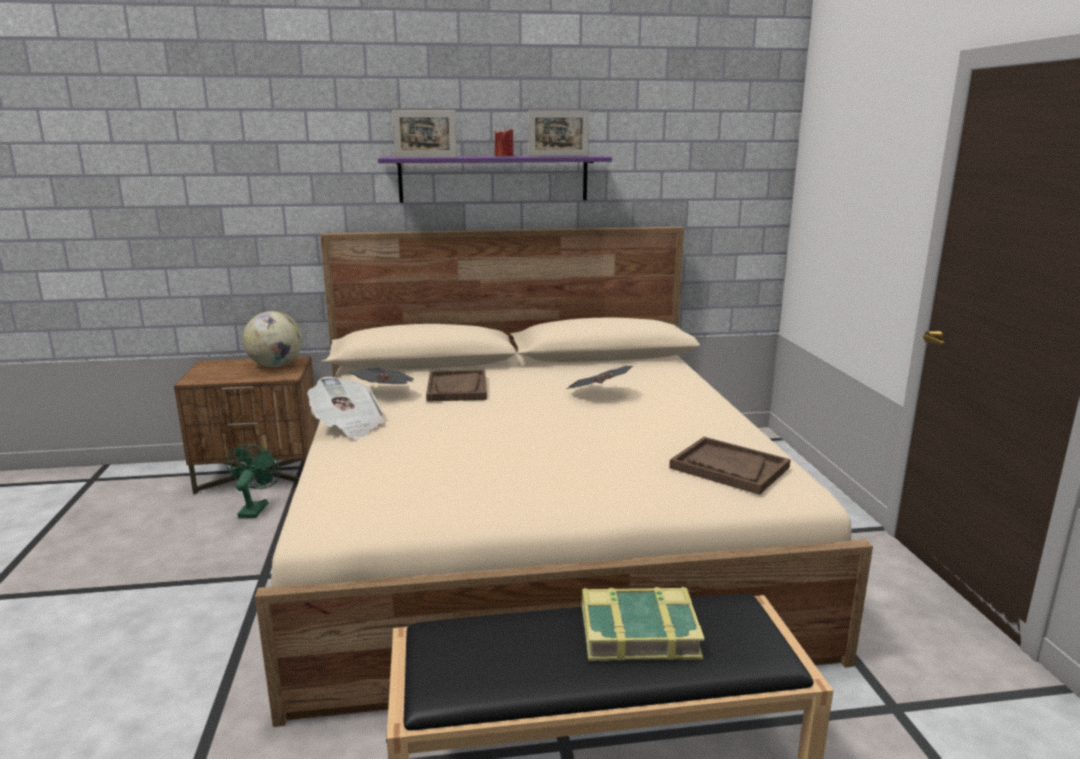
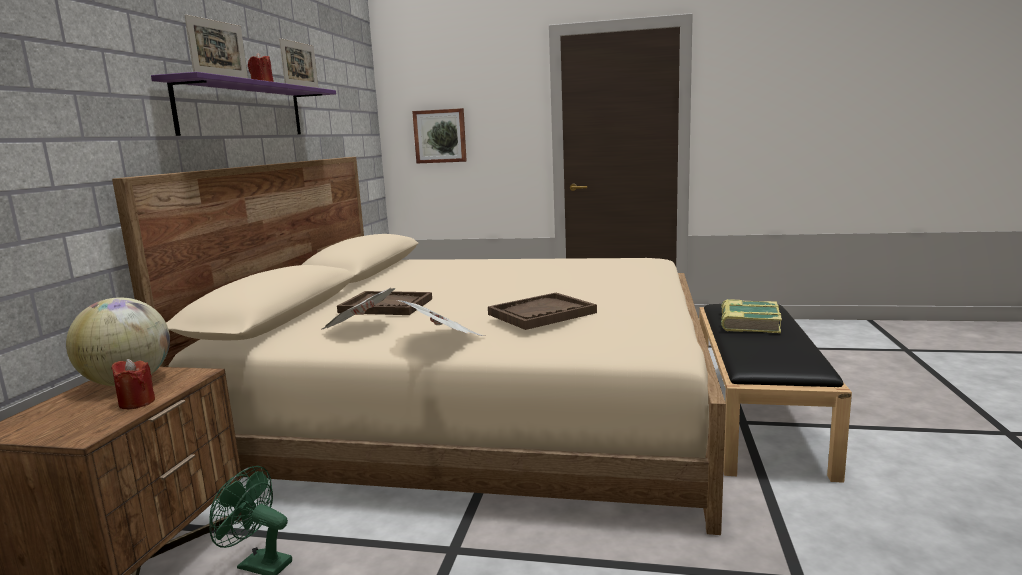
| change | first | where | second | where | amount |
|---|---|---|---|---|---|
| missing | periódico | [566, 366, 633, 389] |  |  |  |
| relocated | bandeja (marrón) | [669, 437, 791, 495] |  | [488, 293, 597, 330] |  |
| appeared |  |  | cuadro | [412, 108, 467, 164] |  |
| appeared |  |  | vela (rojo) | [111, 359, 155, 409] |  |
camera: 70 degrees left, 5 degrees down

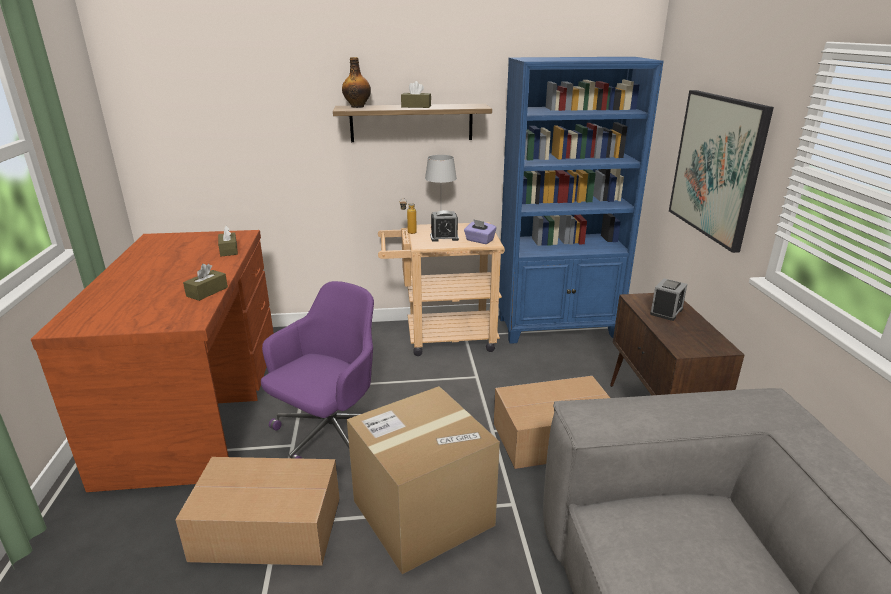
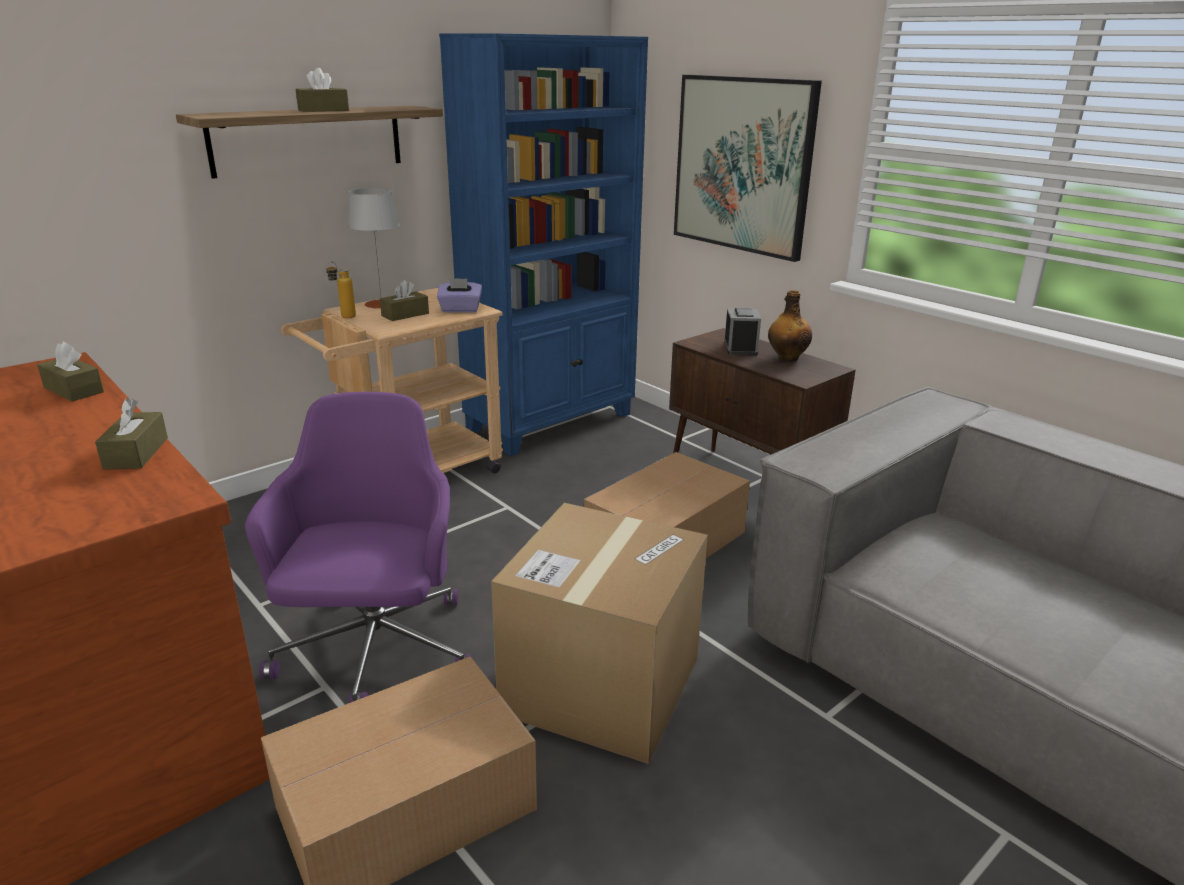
| change | first | where | second | where | amount |
|---|---|---|---|---|---|
| relocated | botella | [342, 57, 371, 108] |  | [768, 290, 812, 362] |  |
| exchanged | despertador | [430, 210, 459, 242] | caja de pañuelos (marrón) | [380, 280, 429, 321] |  |
camera: 35 degrees left, 0 degrees up

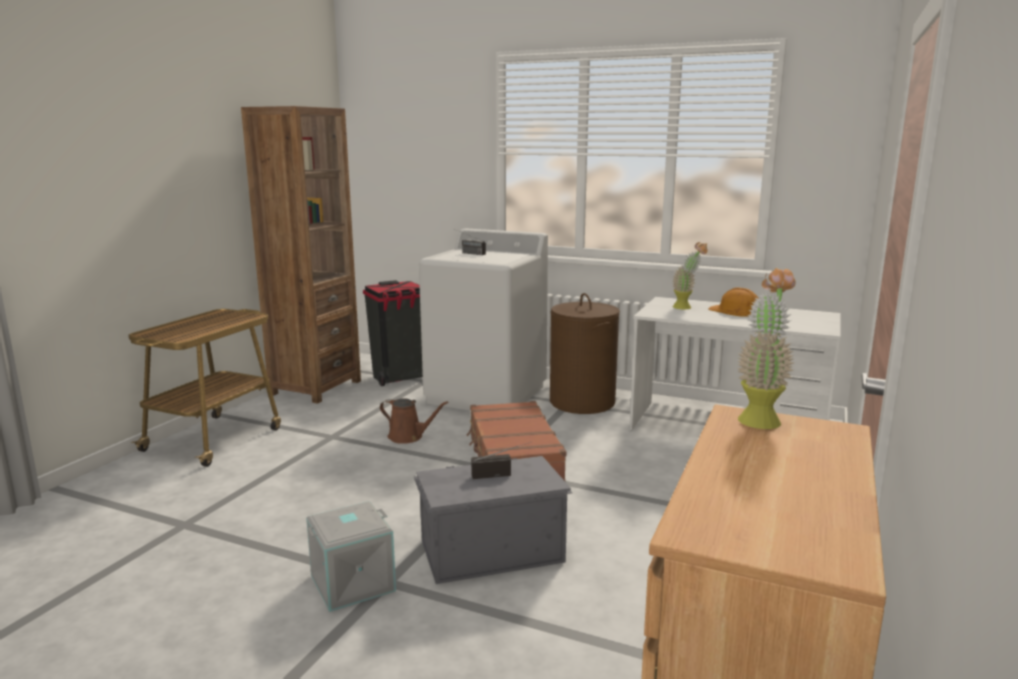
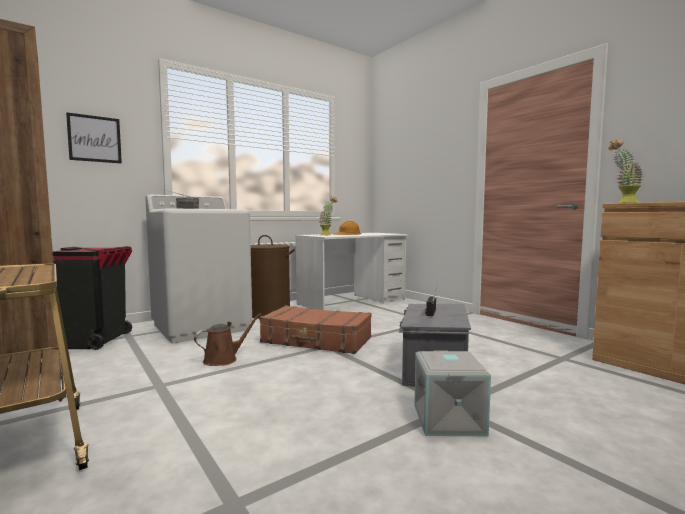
| change | first | where | second | where | amount |
|---|---|---|---|---|---|
| appeared |  |  | cuadro | [66, 112, 122, 164] |  |
camera: 60 degrees left, 10 degrees down

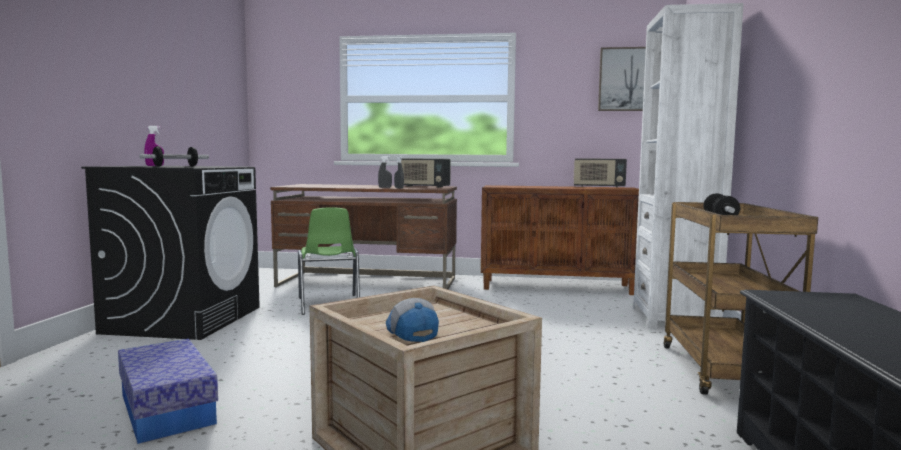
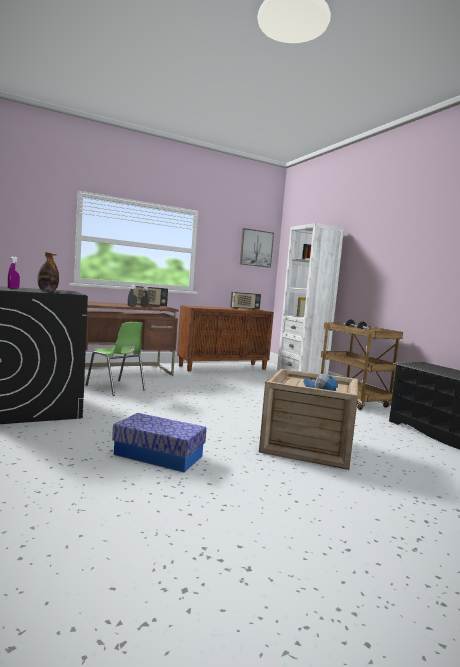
| change | first | where | second | where | amount |
|---|---|---|---|---|---|
| exchanged | mancuerna | [139, 146, 209, 167] | botella | [37, 252, 59, 292] |  |
camera: 35 degrees left, 0 degrees up

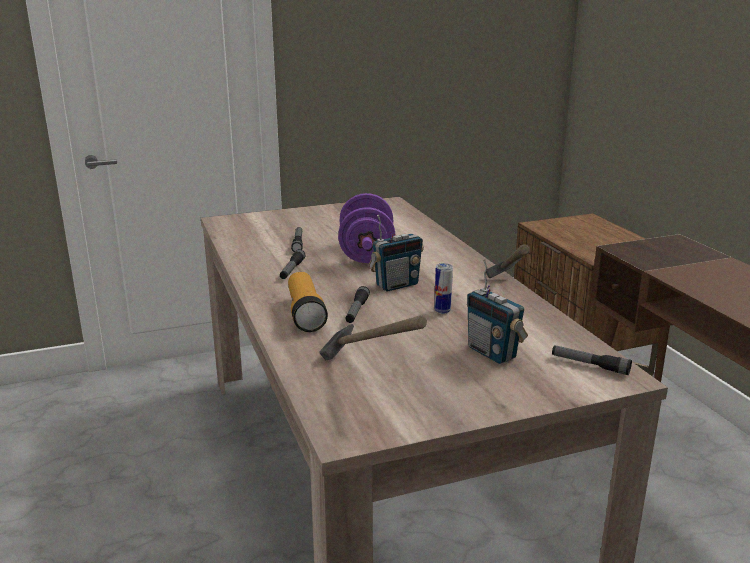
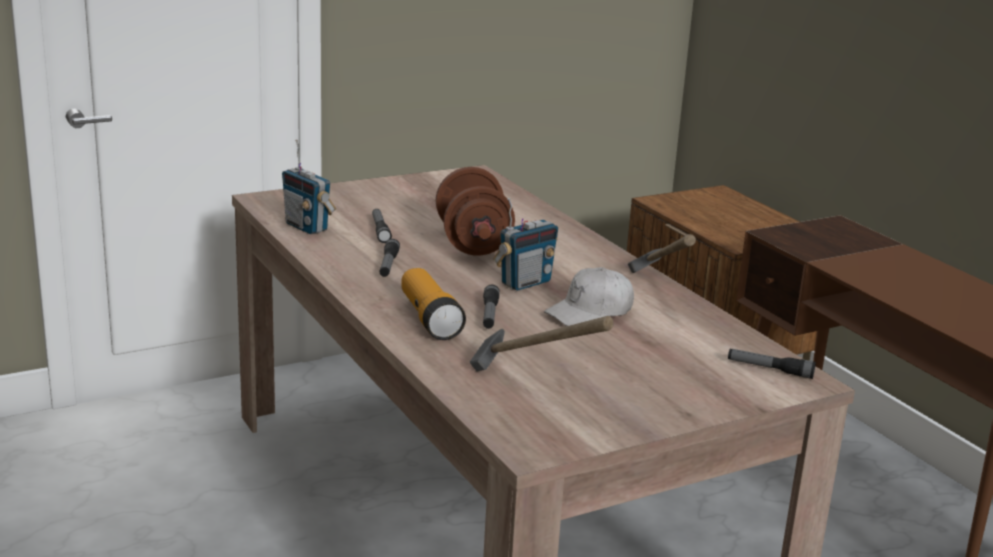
| change | first | where | second | where | amount |
|---|---|---|---|---|---|
| colour | mancuerna (morado) | [338, 193, 396, 263] | mancuerna (marrón) | [436, 167, 515, 255] |  |
| relocated | radio | [467, 259, 528, 364] |  | [282, 140, 336, 234] |  |
| exchanged | lata | [434, 263, 453, 314] | gorra (blanco) | [544, 267, 634, 326] |  |
camera: 10 degrees left, 0 degrees up

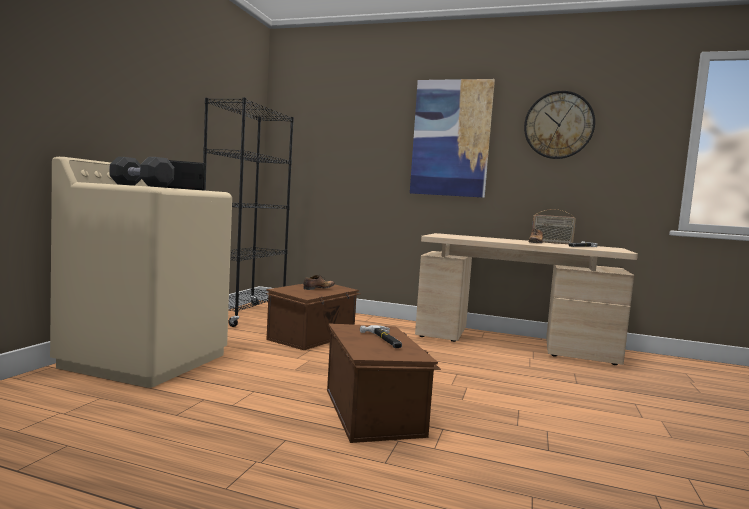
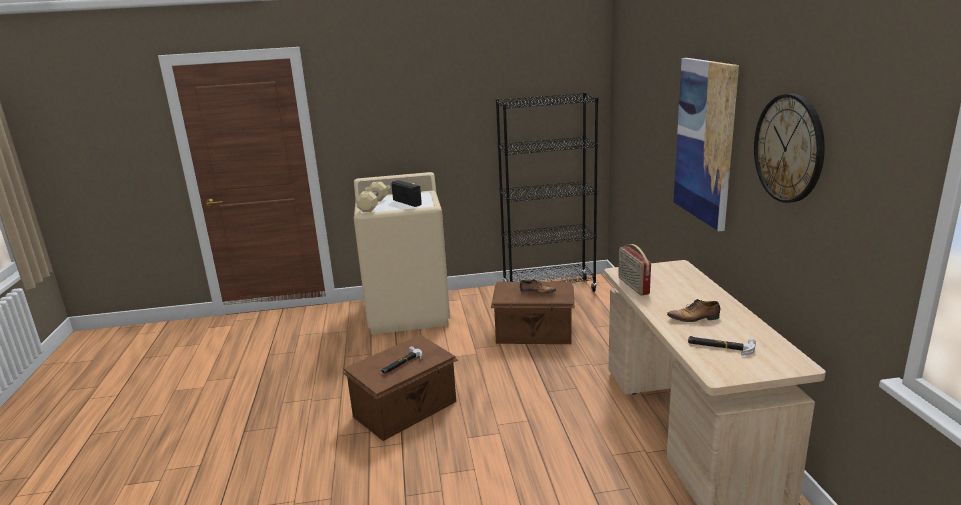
| change | first | where | second | where | amount |
|---|---|---|---|---|---|
| colour | mancuerna (negro) | [110, 157, 174, 187] | mancuerna (beis) | [356, 182, 388, 212] |  |
| relocated | radio | [532, 209, 576, 244] |  | [618, 244, 651, 295] |  |
camera: 65 degrees right, 15 degrees up

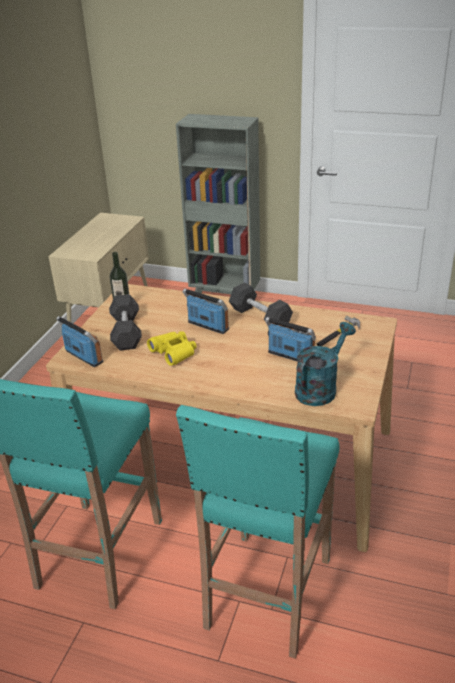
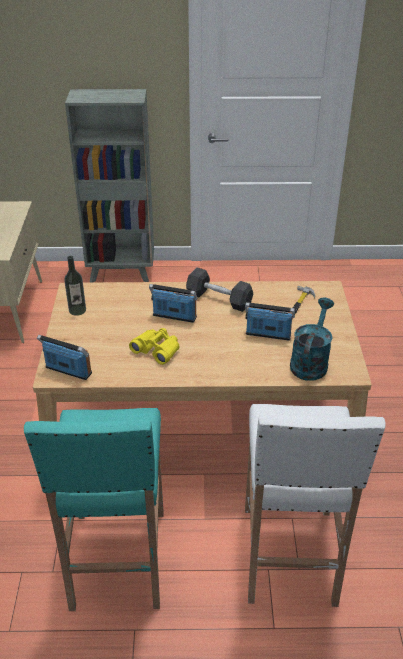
| change | first | where | second | where | amount |
|---|---|---|---|---|---|
| missing | mancuerna (gris) | [109, 294, 142, 351] |  |  |  |
| colour | taburete (turquesa) | [176, 405, 340, 659] | taburete (blanco) | [245, 404, 386, 607] |  |
camera: 20 degrees left, 5 degrees up

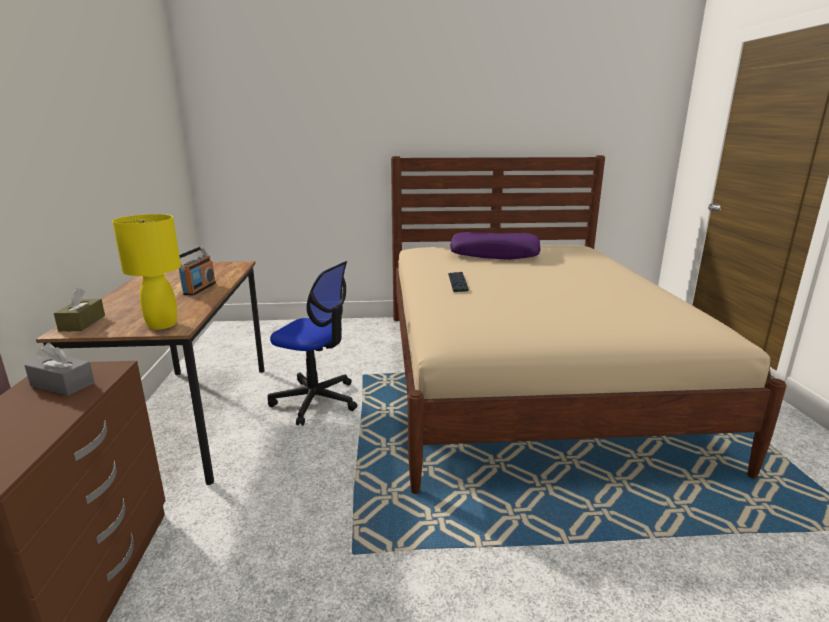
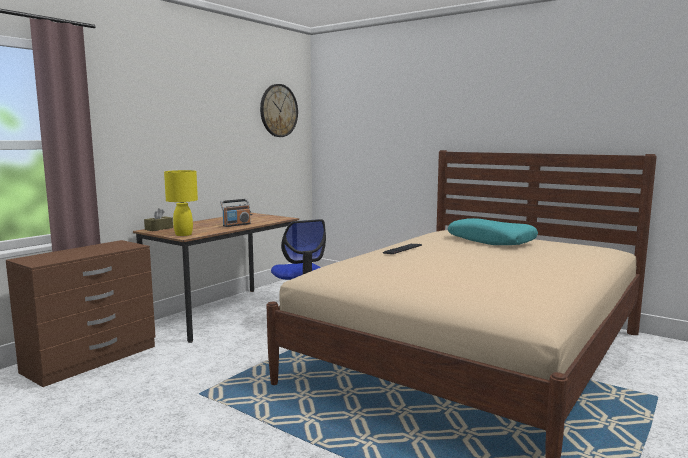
| change | first | where | second | where | amount |
|---|---|---|---|---|---|
| colour | cojín (morado) | [450, 232, 541, 260] | cojín (turquesa) | [448, 218, 538, 245] |  |
| missing | caja de pañuelos (gris) | [24, 343, 95, 396] |  |  |  |
| appeared |  |  | reloj de pared | [260, 84, 298, 137] |  |
camera: 40 degrees right, 10 degrees down

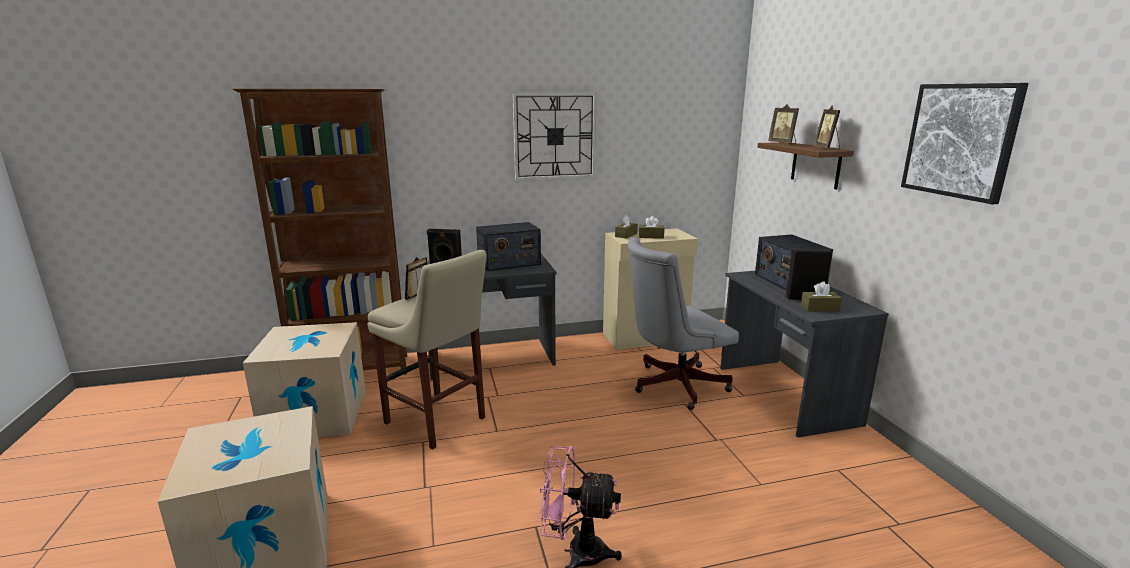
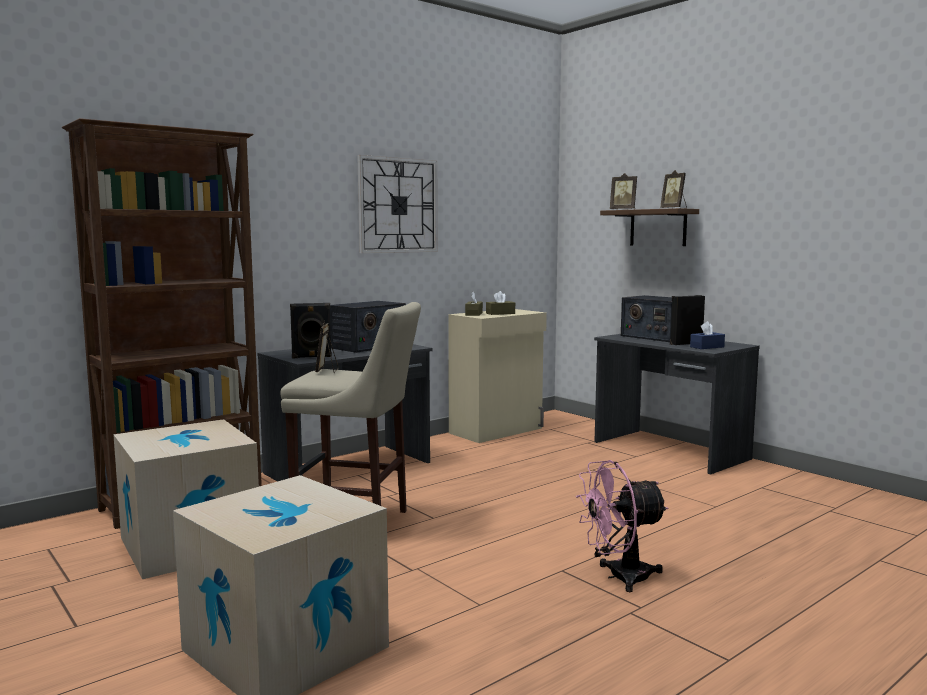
| change | first | where | second | where | amount |
|---|---|---|---|---|---|
| missing | cuadro | [901, 83, 1029, 204] |  |  |  |
| missing | silla de oficina (gris) | [628, 237, 739, 410] |  |  |  |
| colour | caja de pañuelos (marrón) | [801, 281, 842, 311] | caja de pañuelos (azul) | [690, 321, 725, 349] |  |
camera: 25 degrees left, 10 degrees down

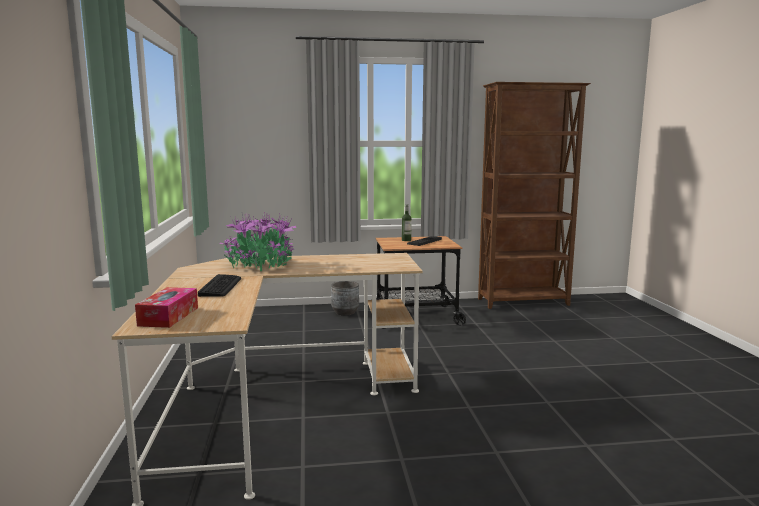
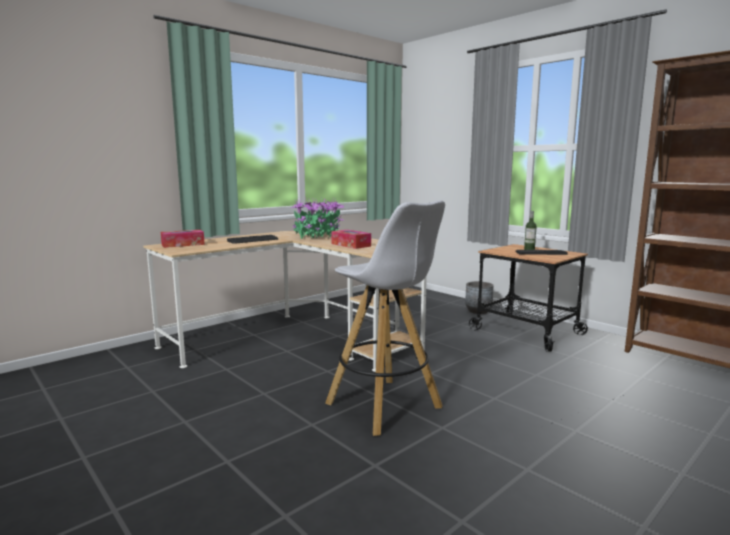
| change | first | where | second | where | amount |
|---|---|---|---|---|---|
| appeared |  |  | taburete (blanco) | [325, 200, 445, 436] |  |
| appeared |  |  | caja de pañuelos | [331, 230, 371, 249] |  |
camera: 55 degrees right, 0 degrees up

